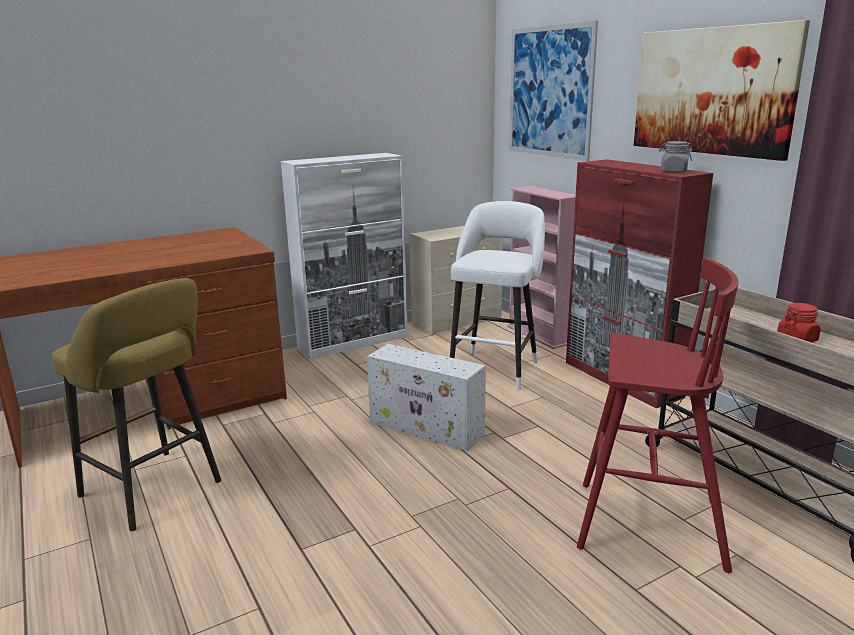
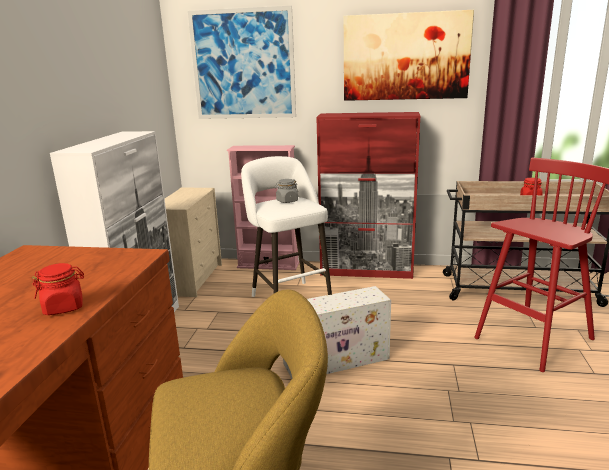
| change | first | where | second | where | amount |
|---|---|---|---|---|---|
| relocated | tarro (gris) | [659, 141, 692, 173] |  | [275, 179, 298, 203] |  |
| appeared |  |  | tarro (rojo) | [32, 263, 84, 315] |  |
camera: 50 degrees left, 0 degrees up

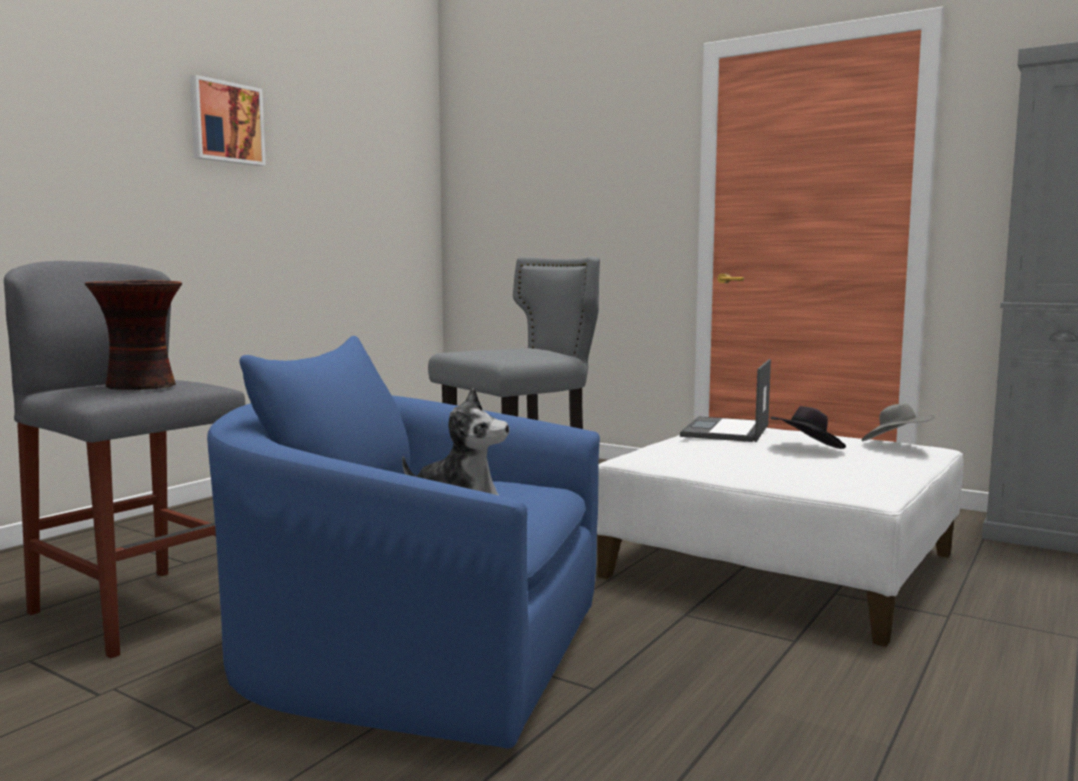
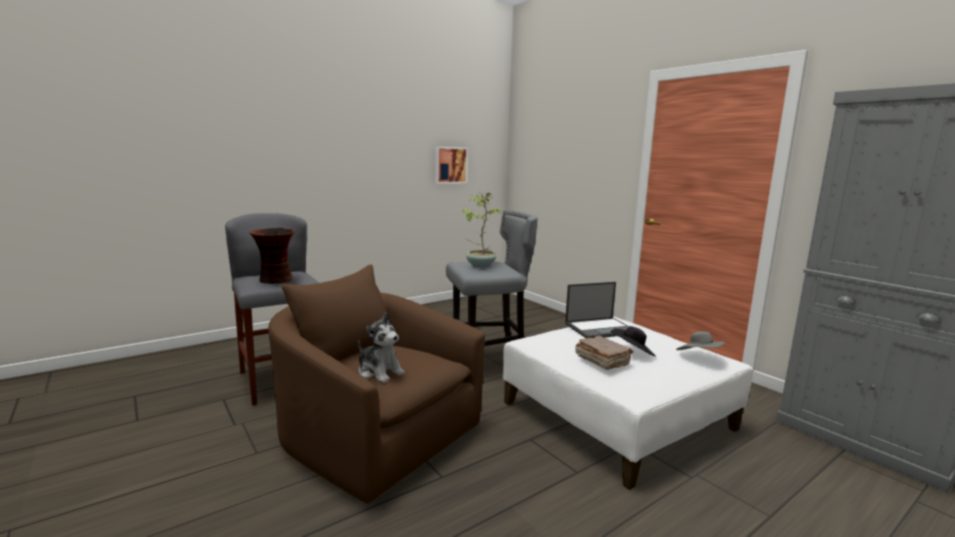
| change | first | where | second | where | amount |
|---|---|---|---|---|---|
| relocated | cuadro | [190, 75, 266, 166] |  | [435, 146, 468, 184] |  |
| colour | sillón (azul) | [207, 336, 600, 749] | sillón (marrón) | [268, 264, 485, 504] |  |
| spun | portátil | [680, 359, 771, 442] |  | [565, 282, 629, 338] | 150 degrees counterclockwise |
| appeared |  |  | planta en maceta | [463, 192, 501, 268] |  |
| appeared |  |  | libro (marrón) | [575, 336, 633, 370] |  |
camera: 20 degrees right, 5 degrees up

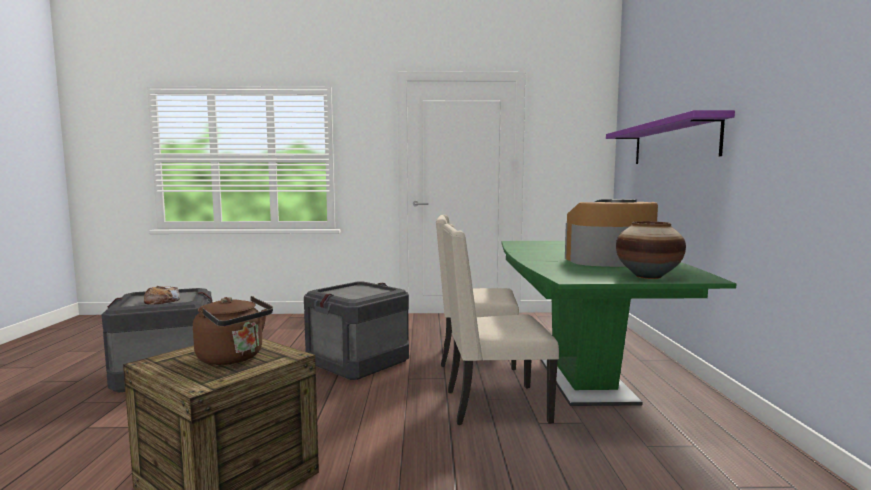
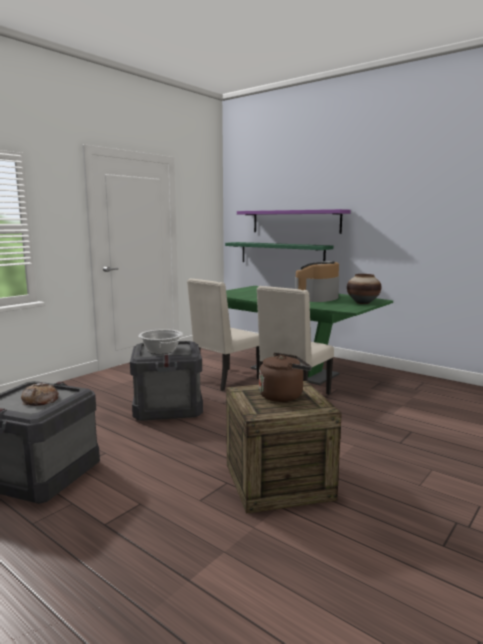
| change | first | where | second | where | amount |
|---|---|---|---|---|---|
| appeared |  |  | estante (verde) | [225, 242, 333, 262] |  |
| appeared |  |  | olla | [138, 329, 183, 354] |  |
camera: 50 degrees left, 5 degrees up

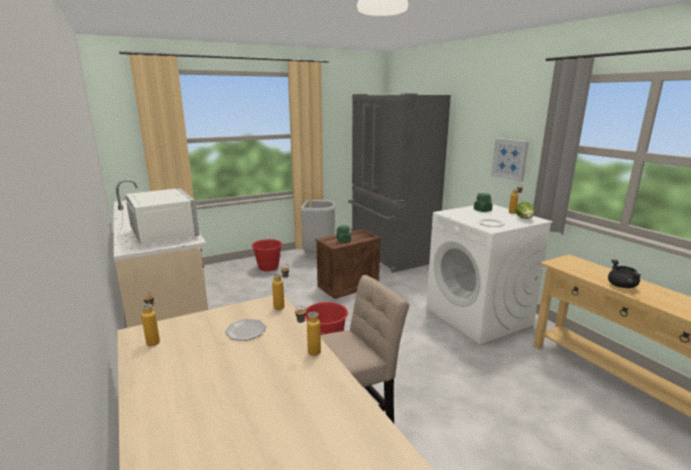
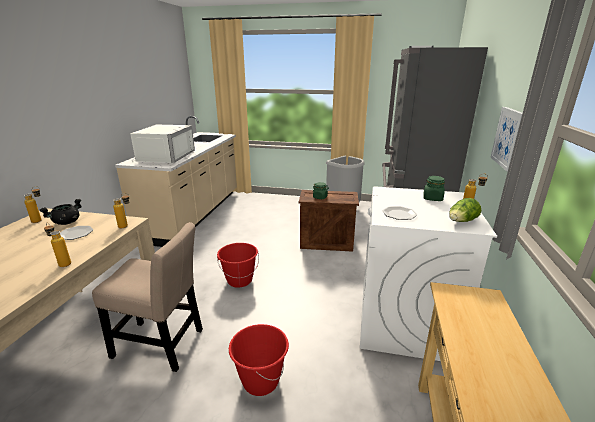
| change | first | where | second | where | amount |
|---|---|---|---|---|---|
| relocated | cubo (rojo) | [252, 239, 282, 272] |  | [229, 324, 289, 396] |  |
| relocated | olla (negro) | [608, 260, 641, 288] |  | [40, 199, 82, 225] |  |
camera: 40 degrees right, 5 degrees up

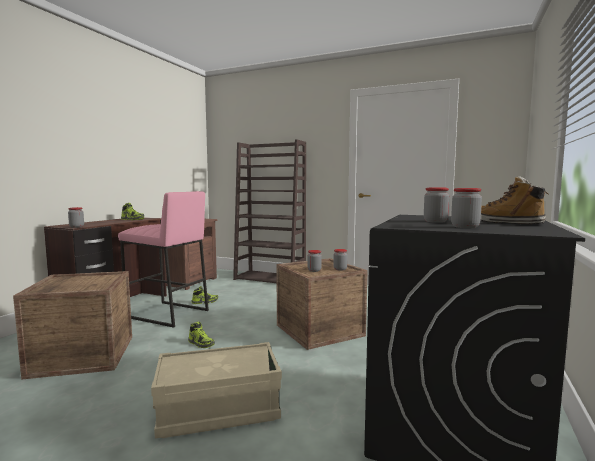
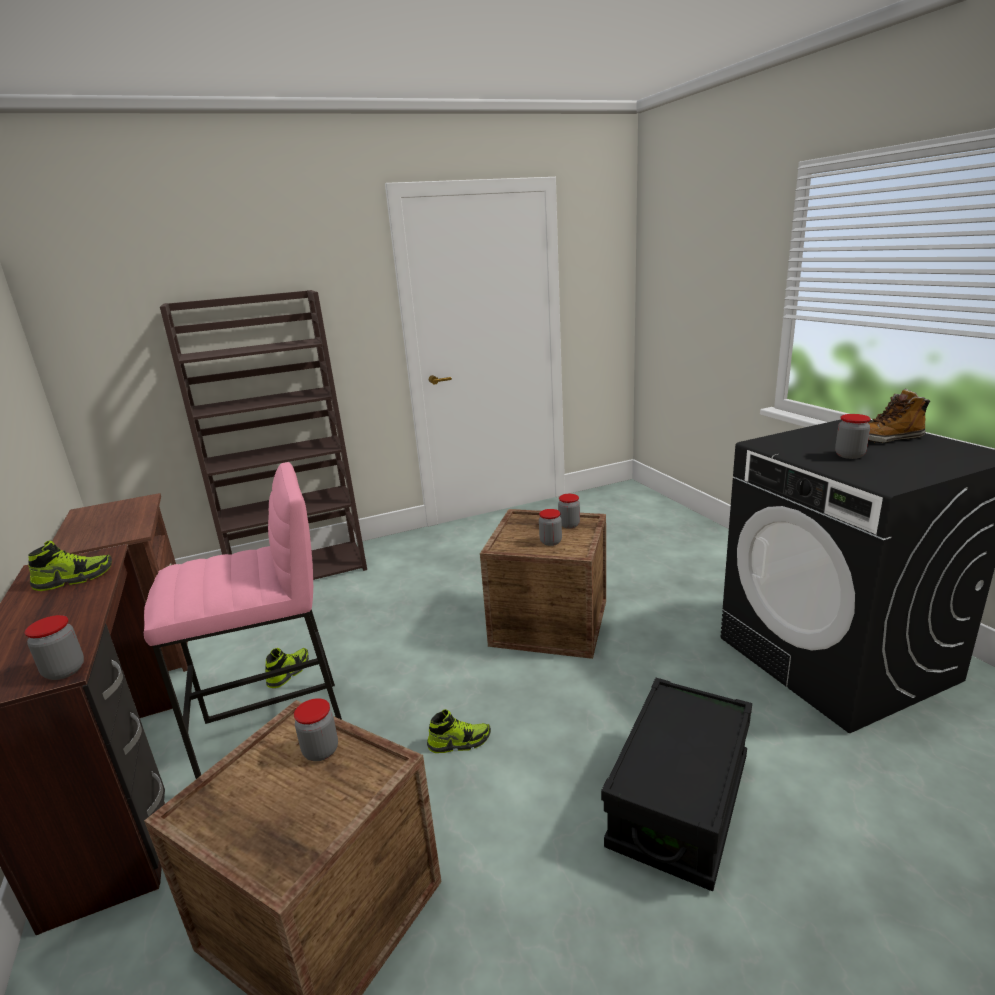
| change | first | where | second | where | amount |
|---|---|---|---|---|---|
| relocated | tarro | [451, 188, 482, 228] |  | [294, 698, 338, 761] |  |
| colour | caja de almacenaje (beis) | [151, 342, 282, 438] | caja de almacenaje (negro) | [601, 678, 752, 892] |  |
camera: 45 degrees left, 15 degrees up

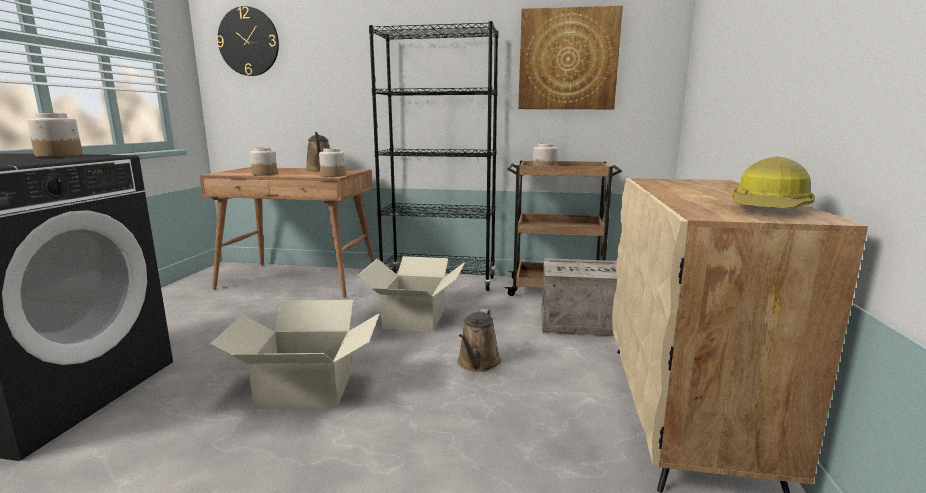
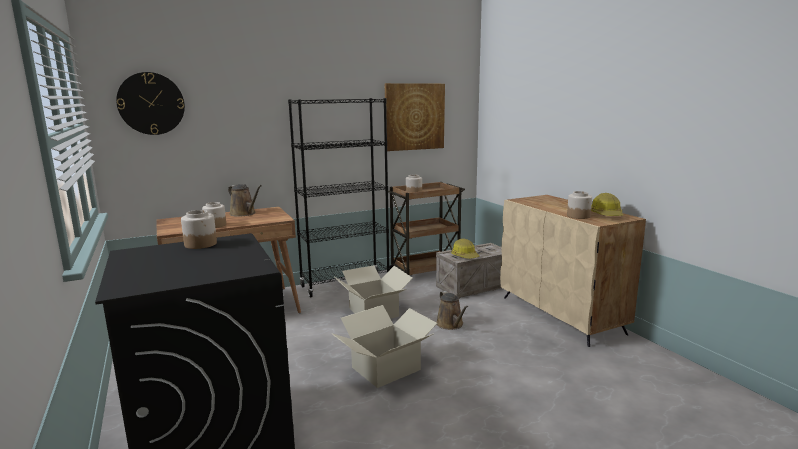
| change | first | where | second | where | amount |
|---|---|---|---|---|---|
| relocated | tarro | [319, 148, 346, 177] |  | [567, 191, 592, 219] |  |
| appeared |  |  | casco | [451, 239, 479, 259] |  |
camera: 35 degrees left, 0 degrees up

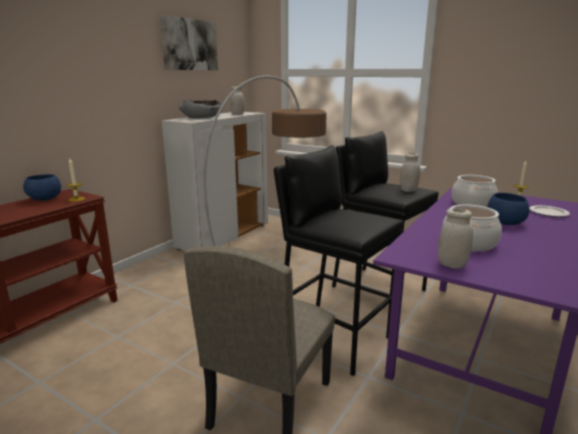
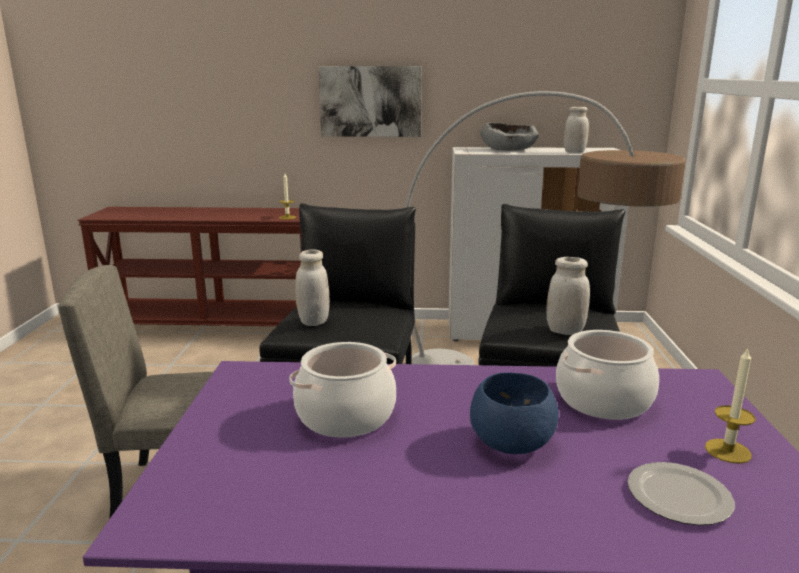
| change | first | where | second | where | amount |
|---|---|---|---|---|---|
| relocated | cuadro | [160, 15, 218, 70] |  | [318, 66, 422, 137] |  |
| missing | cuenco (azul) | [23, 174, 61, 201] |  |  |  |
| relocated | tarro (blanco) | [438, 208, 473, 269] |  | [295, 249, 329, 326] |  |
camera: 60 degrees right, 0 degrees up

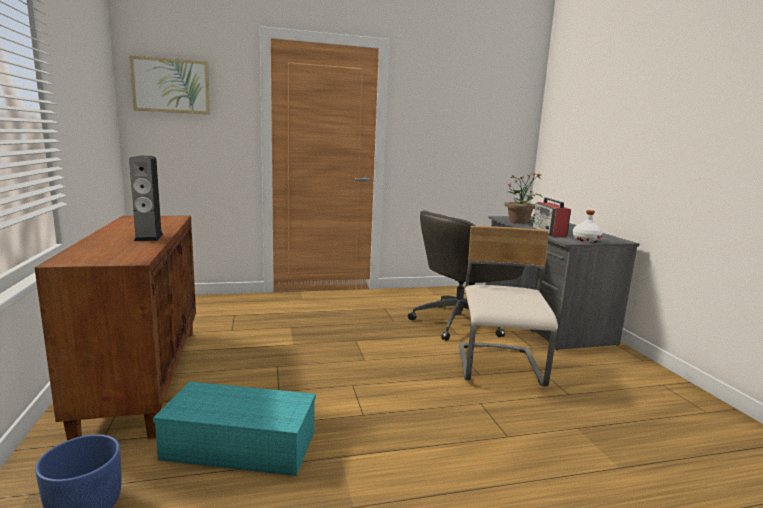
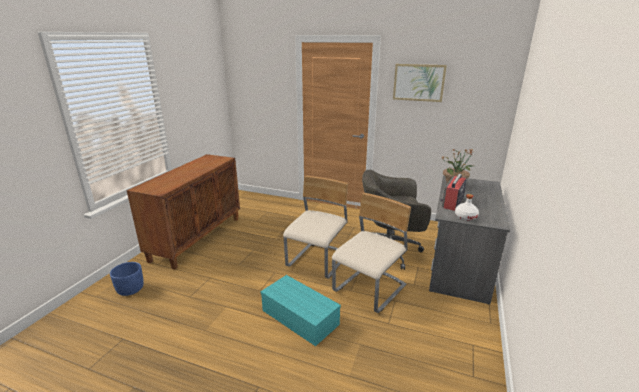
| change | first | where | second | where | amount |
|---|---|---|---|---|---|
| relocated | cuadro | [129, 55, 210, 114] |  | [393, 64, 447, 102] |  |
| missing | altavoz | [129, 155, 163, 241] |  |  |  |
| relocated | caja de almacenaje (turquesa) | [153, 382, 316, 476] |  | [260, 275, 341, 346] |  |
| appeared |  |  | silla (beis) | [283, 176, 348, 279] |  |
camera: 35 degrees right, 10 degrees up

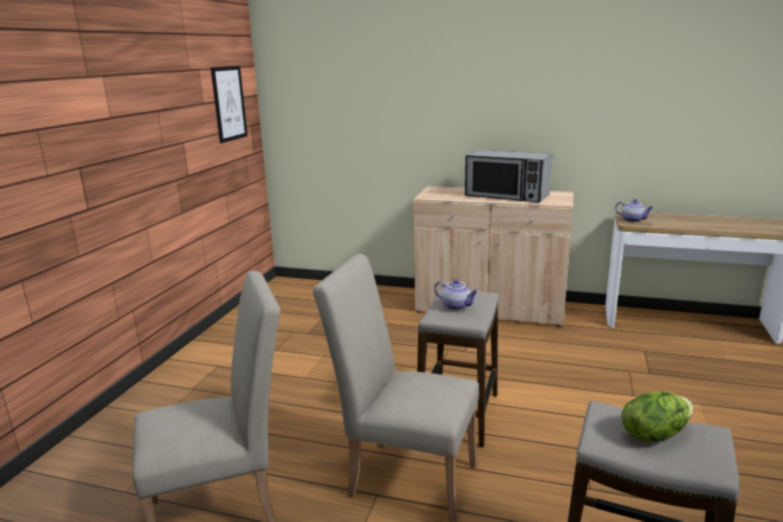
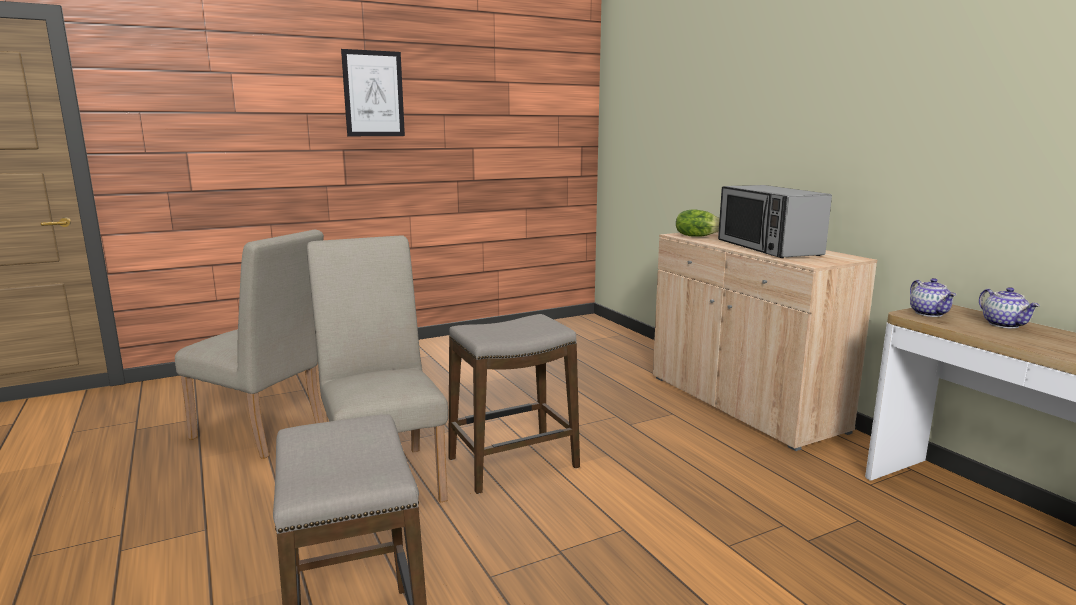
| change | first | where | second | where | amount |
|---|---|---|---|---|---|
| relocated | cuadro | [211, 66, 248, 143] |  | [341, 49, 405, 136] |  |
| relocated | tetera | [434, 279, 479, 310] |  | [979, 287, 1040, 329] |  |
| relocated | lechuga | [621, 392, 694, 442] |  | [676, 209, 720, 237] |  |
camera: 45 degrees right, 5 degrees down

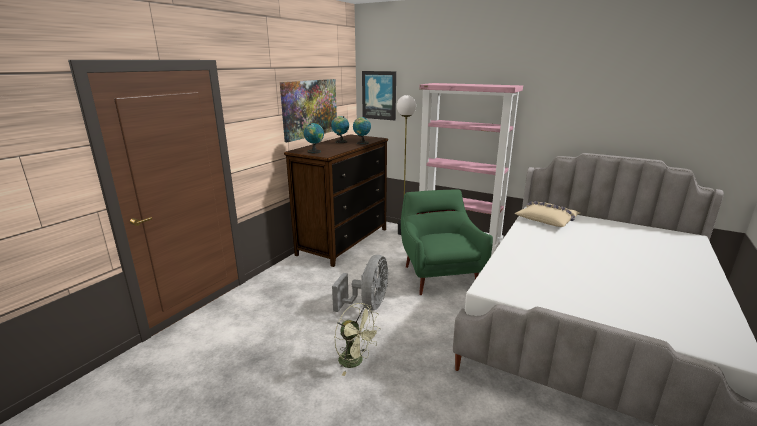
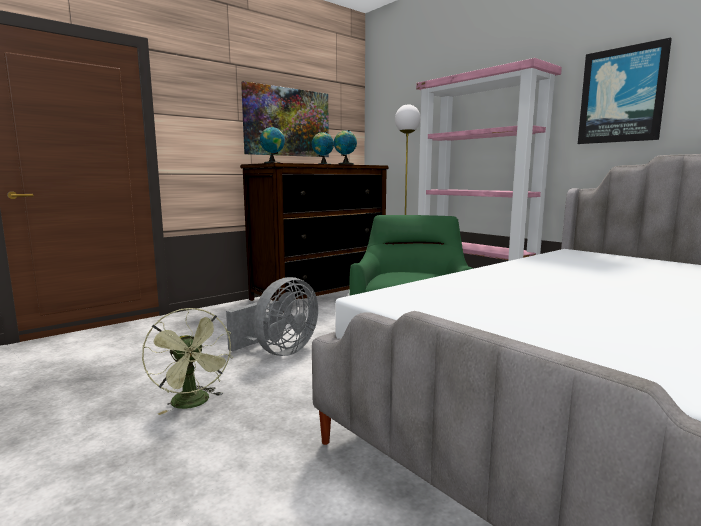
| change | first | where | second | where | amount |
|---|---|---|---|---|---|
| relocated | cuadro | [362, 71, 396, 120] |  | [578, 37, 672, 144] |  |
| missing | cojín (beis) | [515, 201, 580, 227] |  |  |  |
camera: 20 degrees right, 10 degrees down

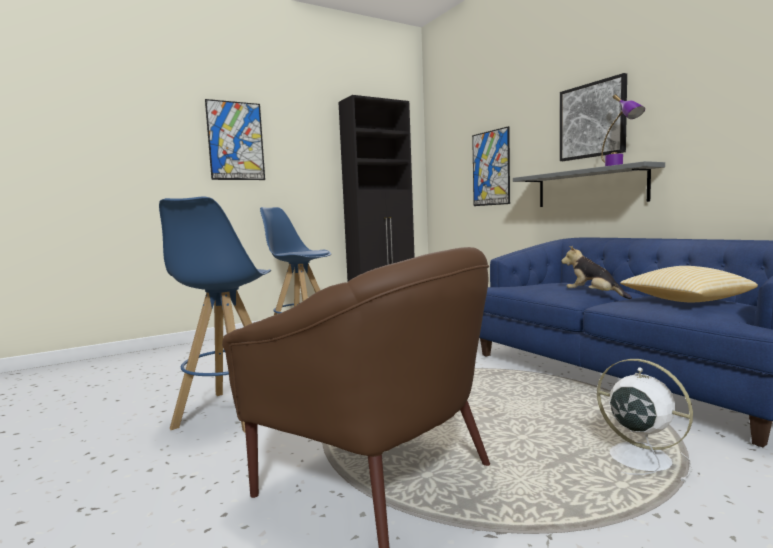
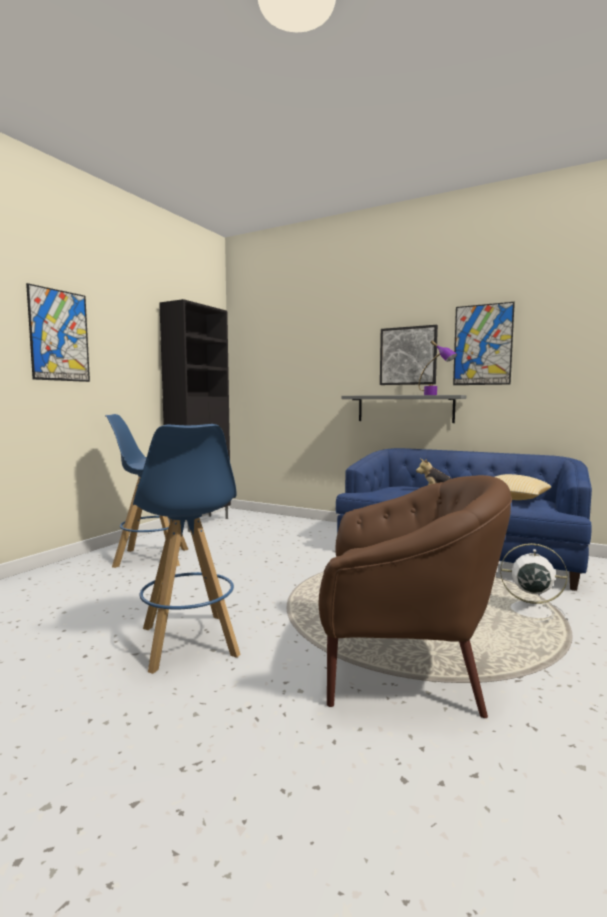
| change | first | where | second | where | amount |
|---|---|---|---|---|---|
| relocated | cuadro | [472, 126, 510, 206] |  | [453, 302, 515, 385] |  |
camera: 30 degrees left, 0 degrees up

